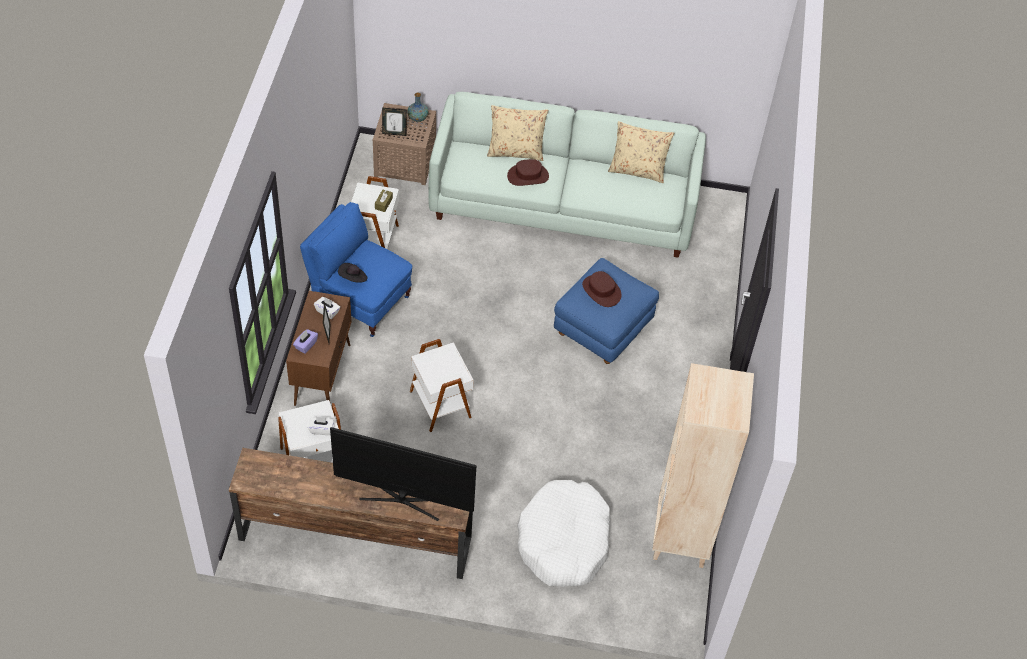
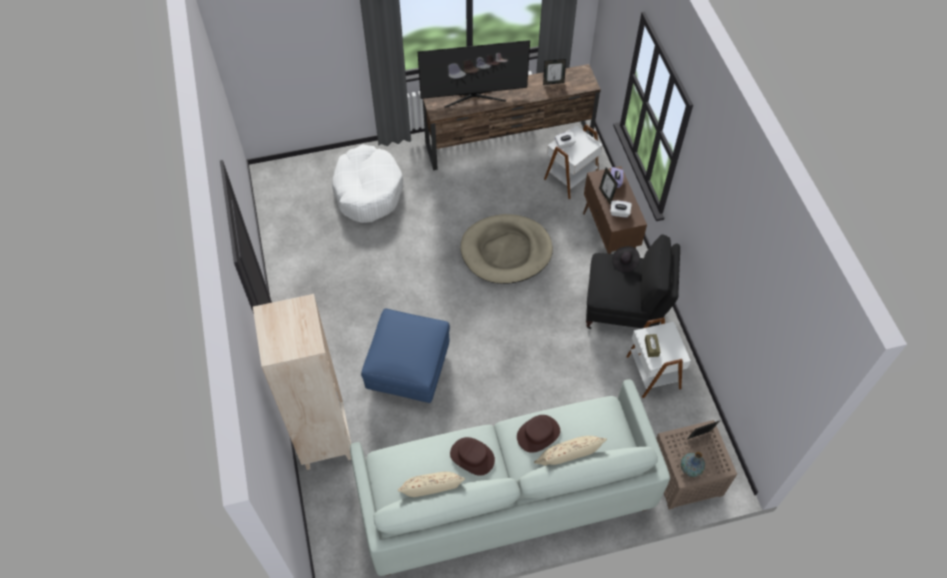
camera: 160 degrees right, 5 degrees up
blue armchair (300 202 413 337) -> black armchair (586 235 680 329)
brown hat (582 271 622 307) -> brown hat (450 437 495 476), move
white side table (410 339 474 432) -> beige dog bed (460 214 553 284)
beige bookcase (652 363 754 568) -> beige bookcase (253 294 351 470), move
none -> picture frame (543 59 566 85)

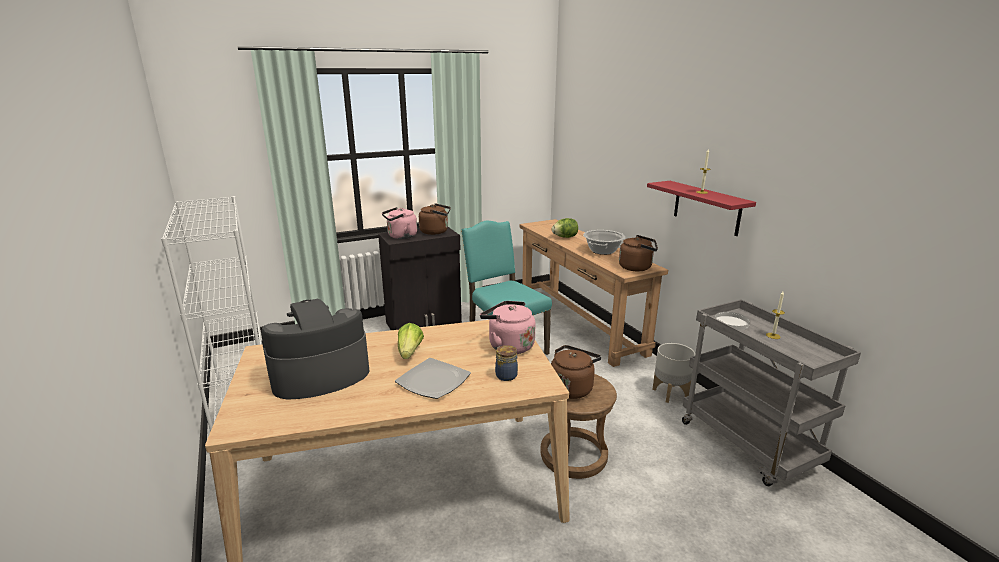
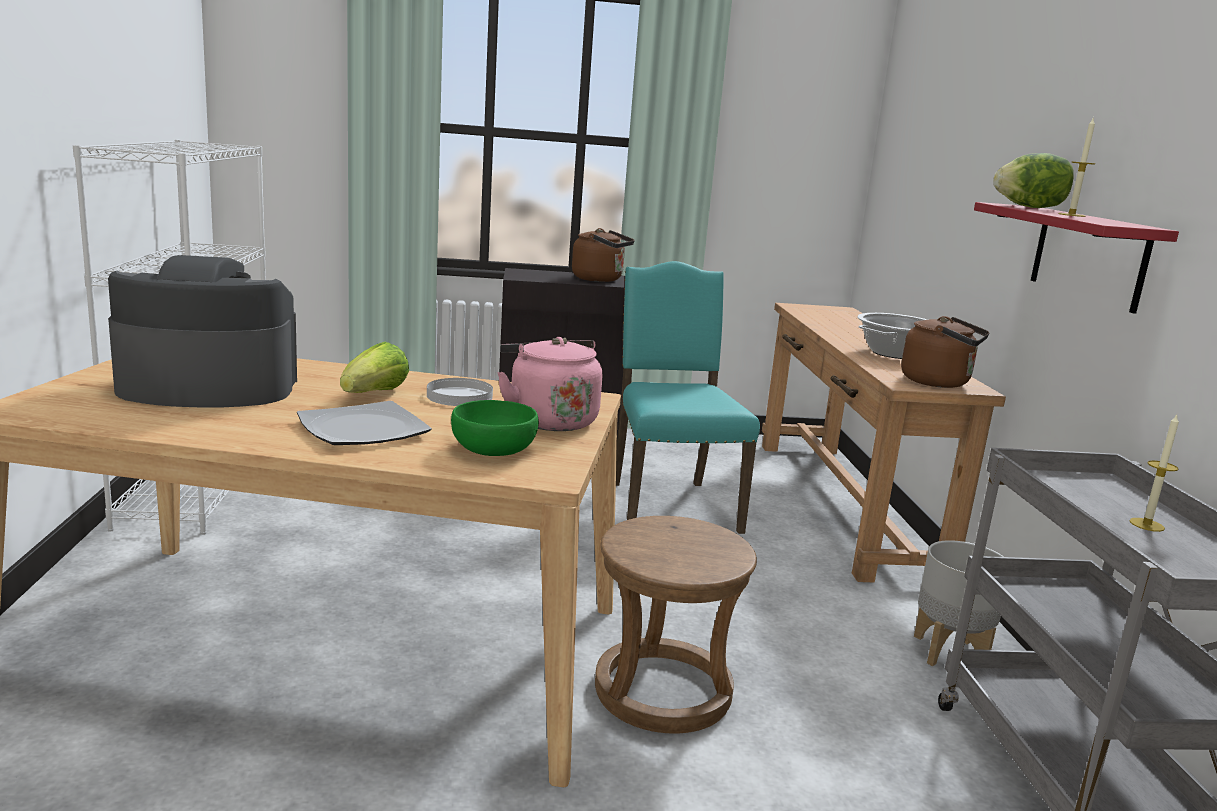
camera: 20 degrees right, 5 degrees down
pink kettle (382 207 417 239) -> none
lettuce (552 218 578 238) -> lettuce (993 153 1074 208), move
white plate (715 312 750 330) -> white plate (427 378 493 406), move
jar (495 345 518 381) -> green bowl (451 400 539 456)
brown kettle (547 345 601 399) -> none

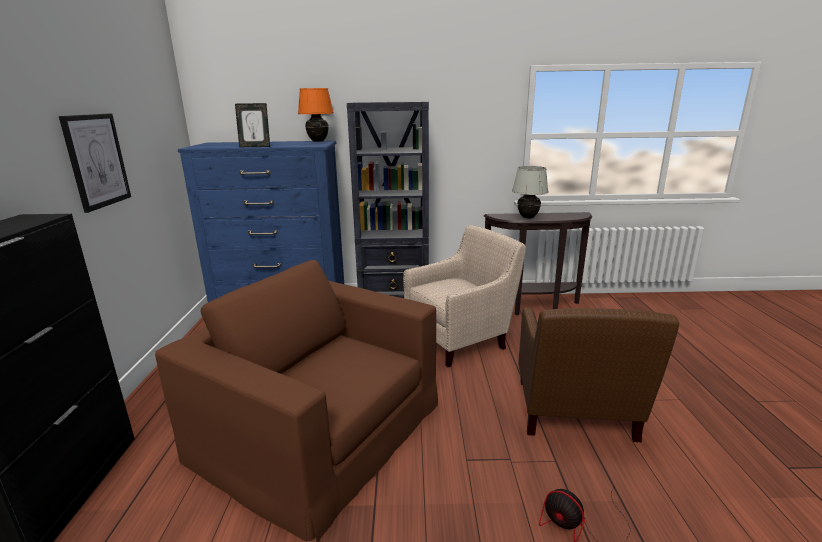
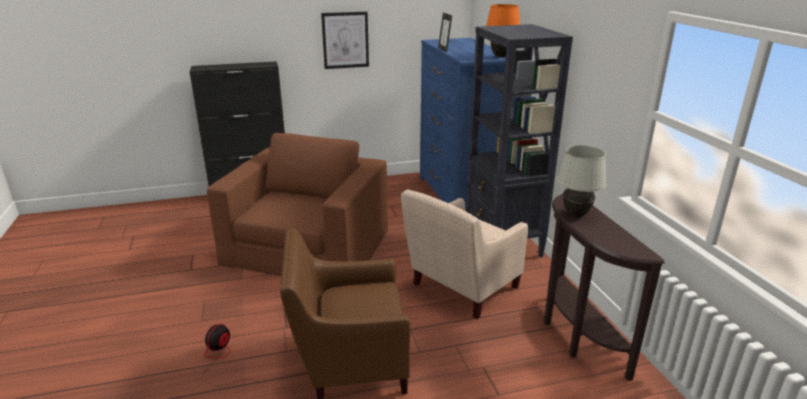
camera: 75 degrees right, 5 degrees up
beige armchair (403 225 526 367) -> beige armchair (401 190 528 319), 90 degrees clockwise

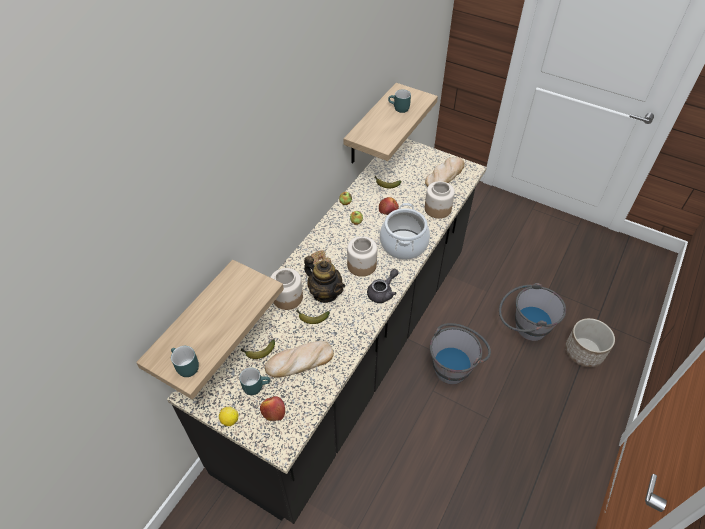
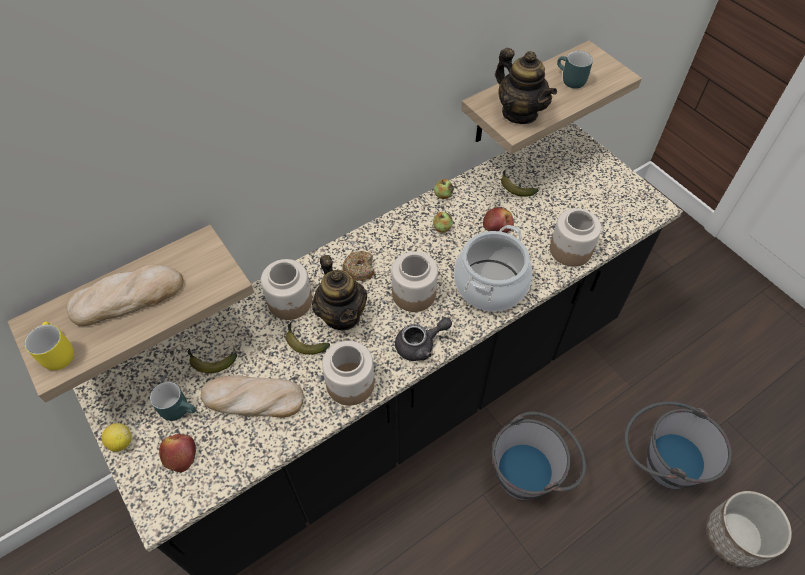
camera: 25 degrees right, 5 degrees up
bread (425 157 465 187) -> bread (66 264 184 326), move
turquoise mug (171 346 199 377) -> yellow mug (24 322 74 370)
none -> teapot (495 48 557 124)
none -> jar (322 341 375 406)

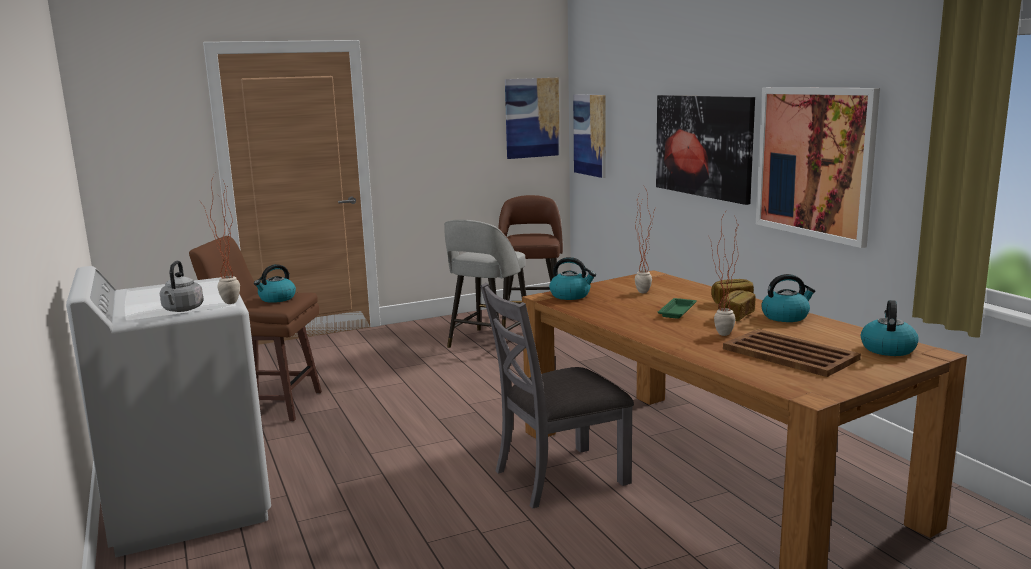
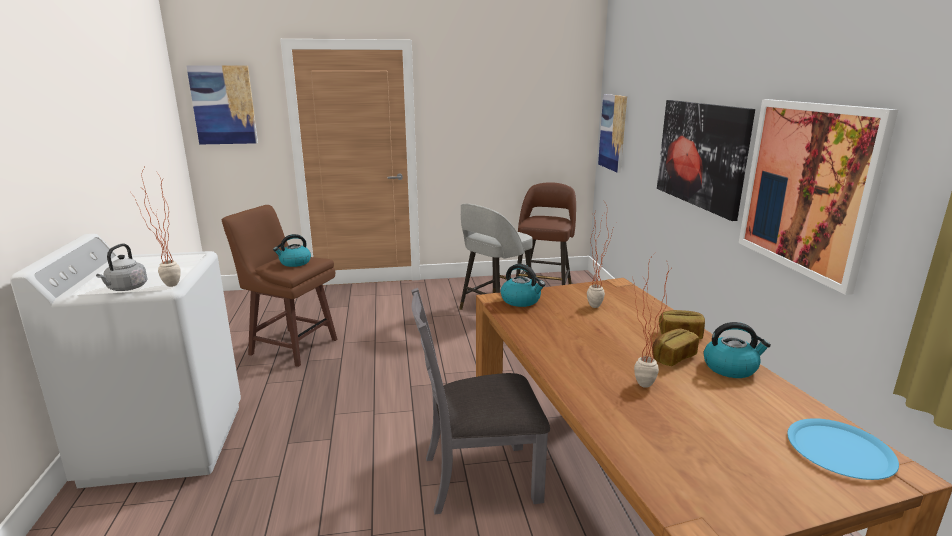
camera: 15 degrees right, 5 degrees up
picture (505 78 560 159) -> picture (186 65 258 145), move
green tray (658 298 697 319) -> none
kettle (861 300 919 356) -> blue plate (787 418 899 480)
brown tray (723 329 861 377) -> none

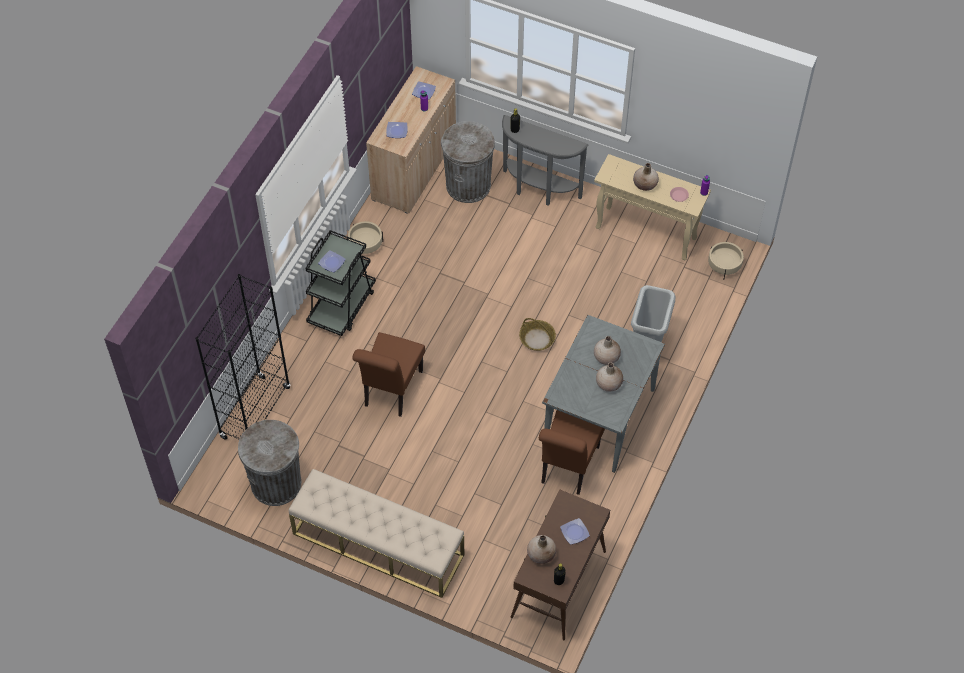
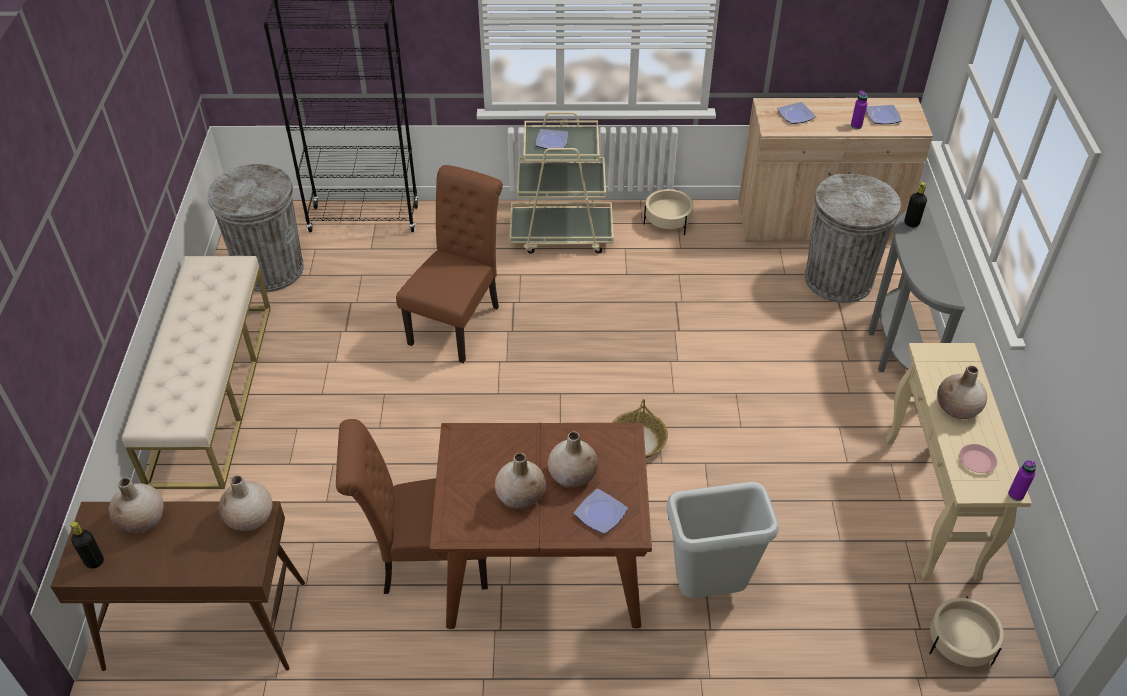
camera: 65 degrees right, 10 degrees down
black cart (305 230 376 336) -> beige cart (509 112 614 254)
grey dining table (542 315 665 473) -> brown dining table (429 423 652 629)
brown chair (352 332 425 417) -> brown chair (396 165 503 363), 120 degrees clockwise
plate (560 518 590 545) -> plate (574 489 628 534), move
none -> beige vase (219 475 272 531)

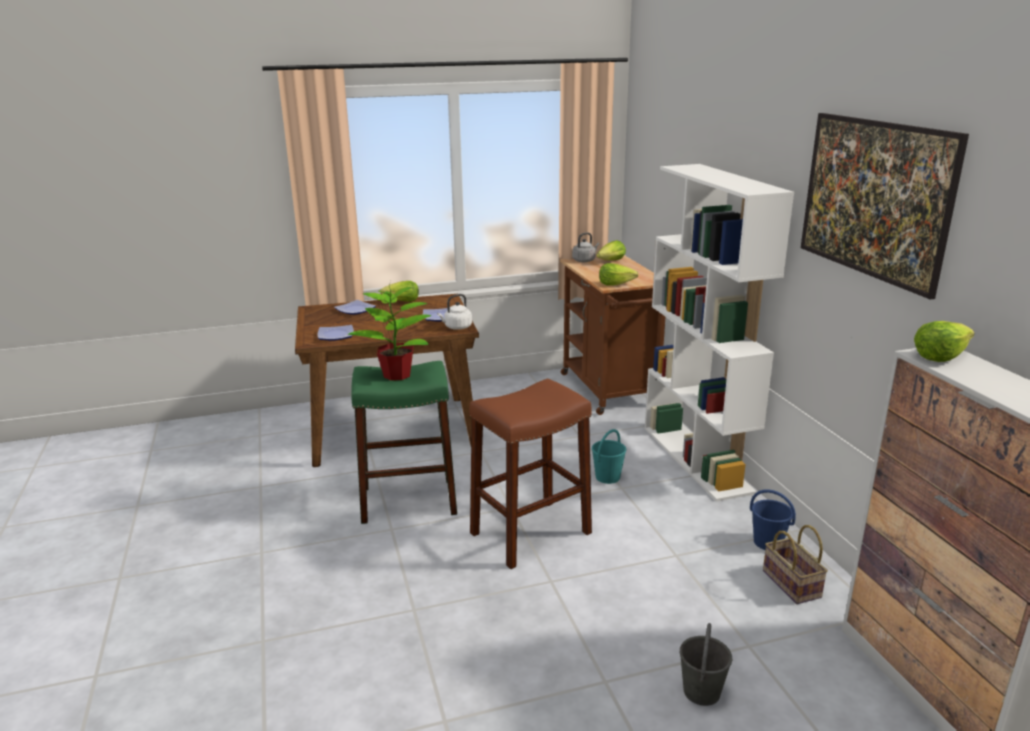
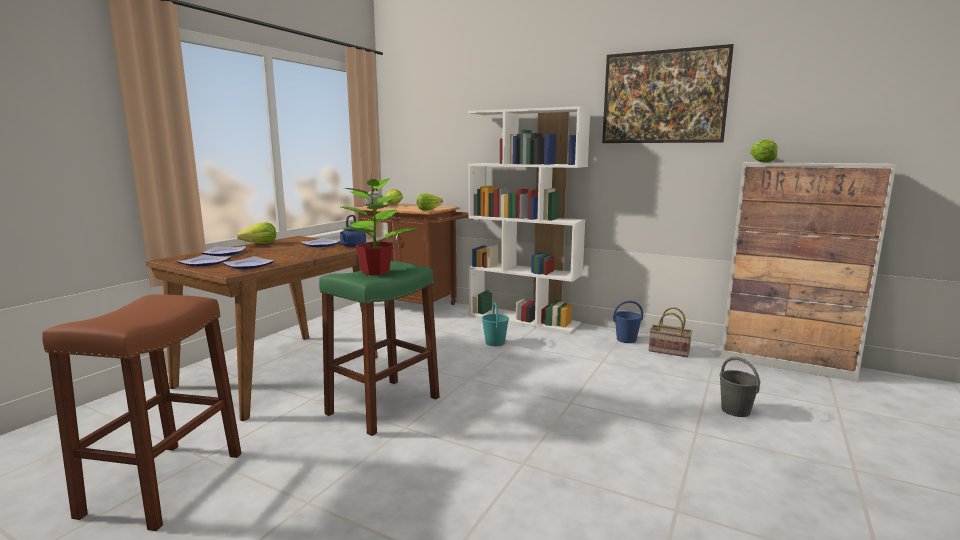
camera: 45 degrees left, 10 degrees down
white kettle (437 294 472 330) -> blue kettle (340 214 366 247)
brown stool (469 379 592 569) -> brown stool (42 295 242 531), move
none -> plate (177 255 231 266)

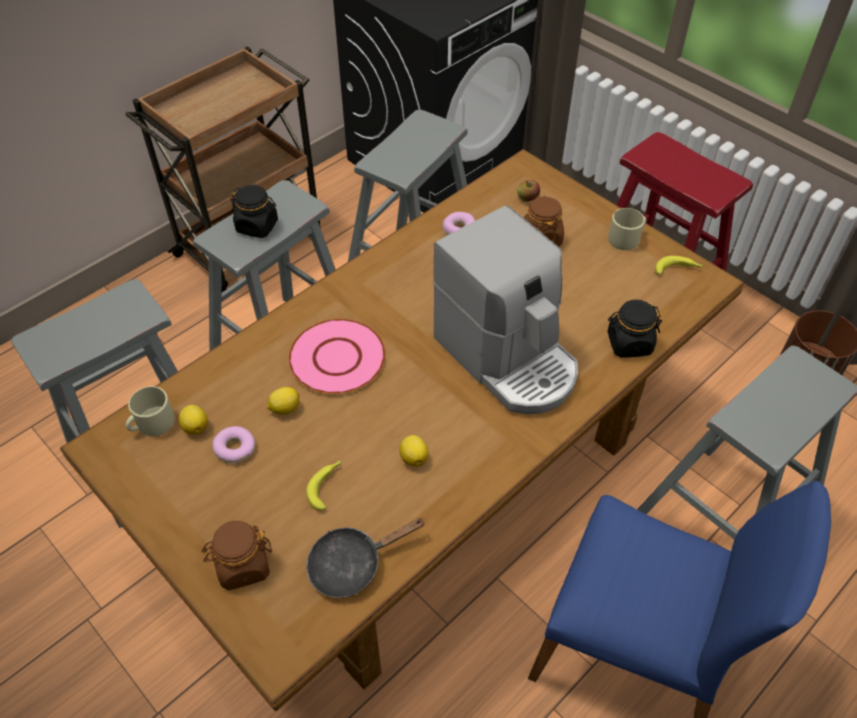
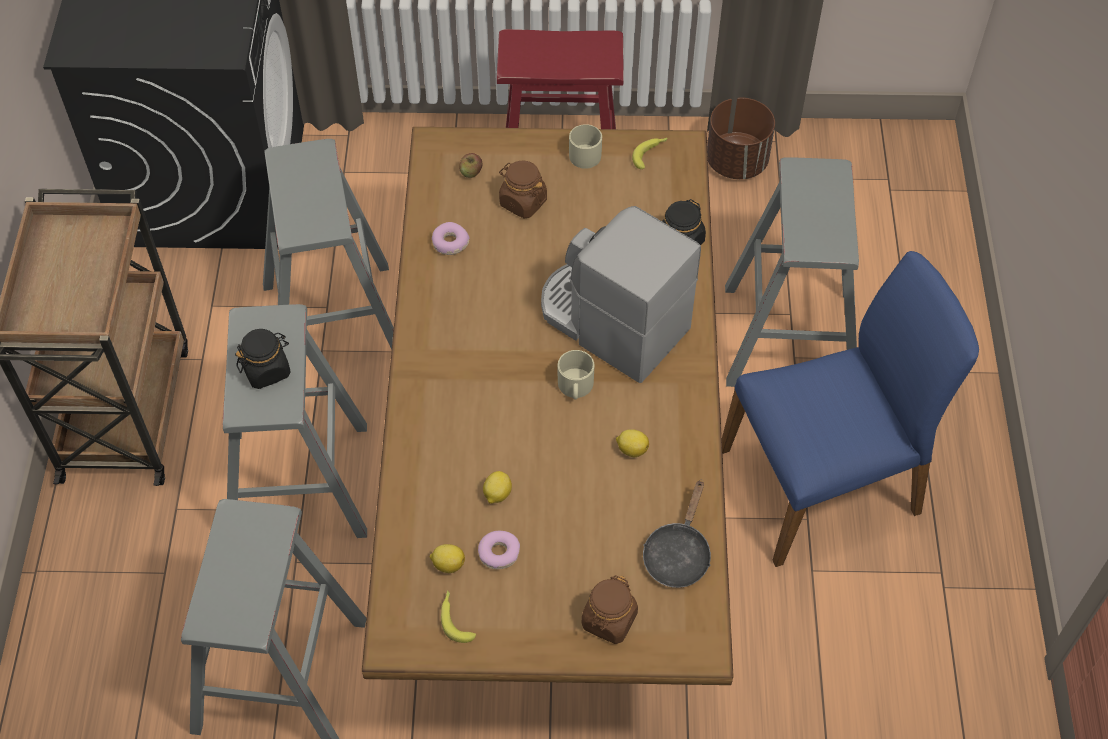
camera: 45 degrees left, 5 degrees up
coffee machine (433 205 578 414) -> coffee machine (541 206 701 383), 150 degrees counterclockwise
pink plate (288 319 386 394) -> none
beige mug (125 386 175 436) -> beige mug (558 350 594 400), move
banana (306 460 341 511) -> banana (441 591 476 643), move

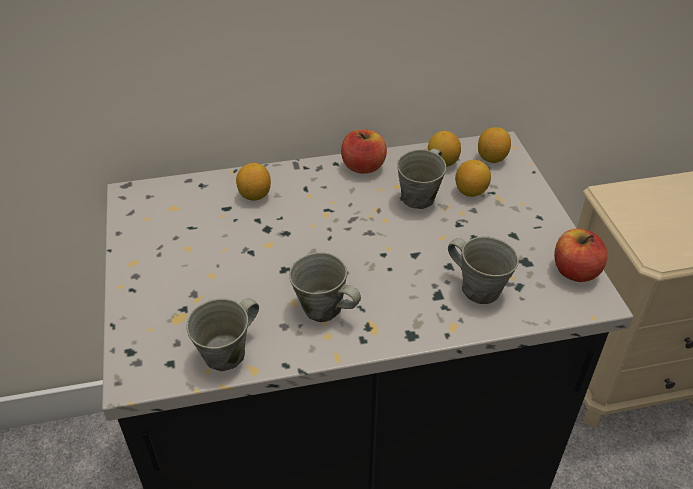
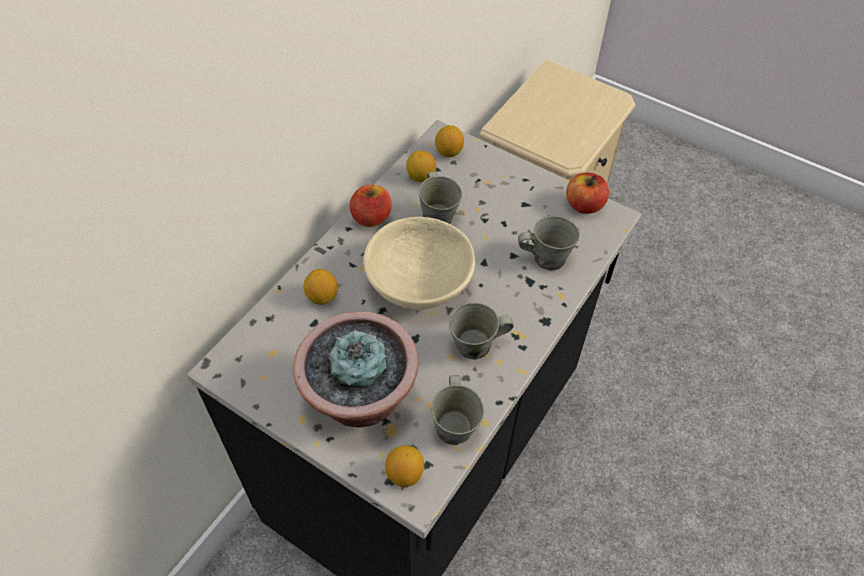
camera: 45 degrees left, 10 degrees up
lemon (455 160 491 197) -> lemon (385 445 424 487), move
none -> beige bowl (363 217 475 310)
none -> potted plant (293 311 419 427)

